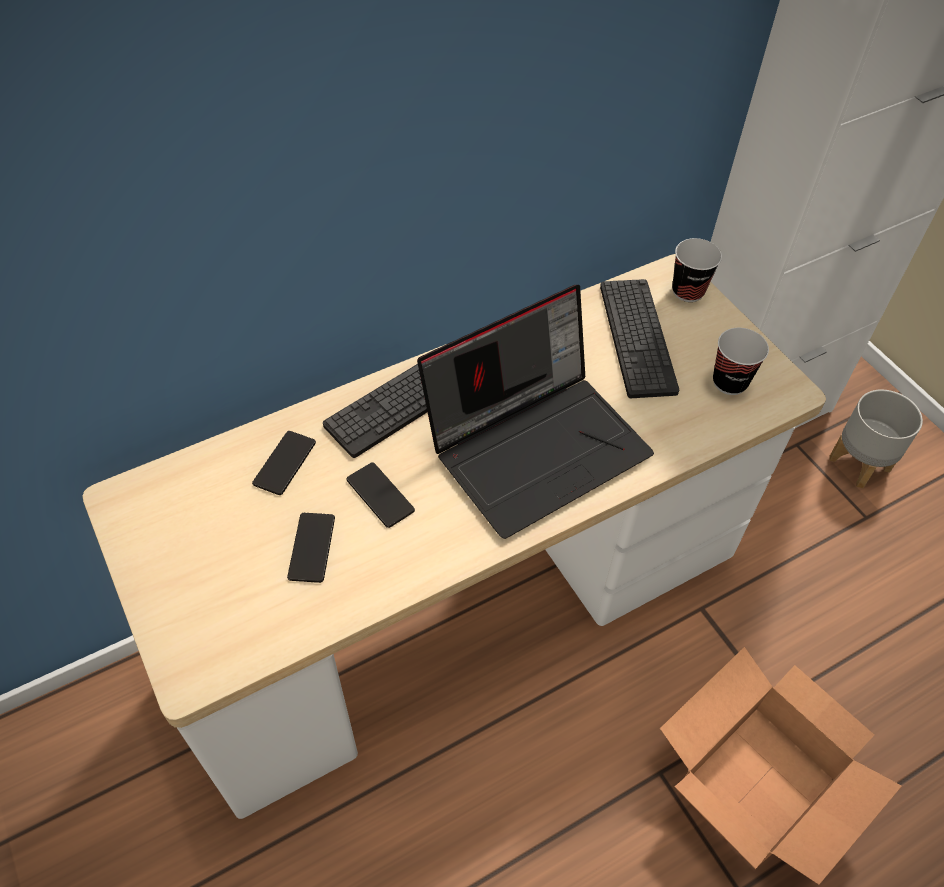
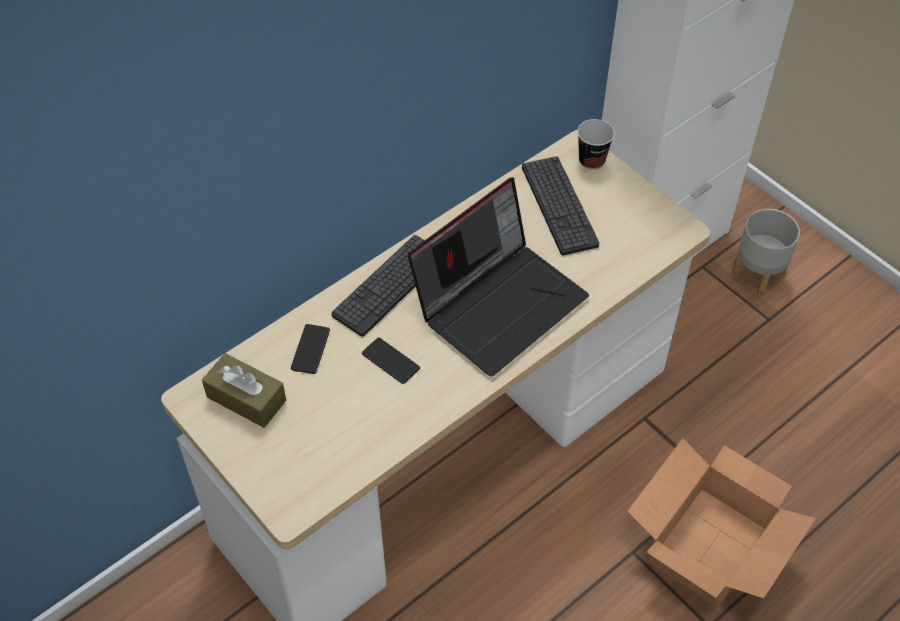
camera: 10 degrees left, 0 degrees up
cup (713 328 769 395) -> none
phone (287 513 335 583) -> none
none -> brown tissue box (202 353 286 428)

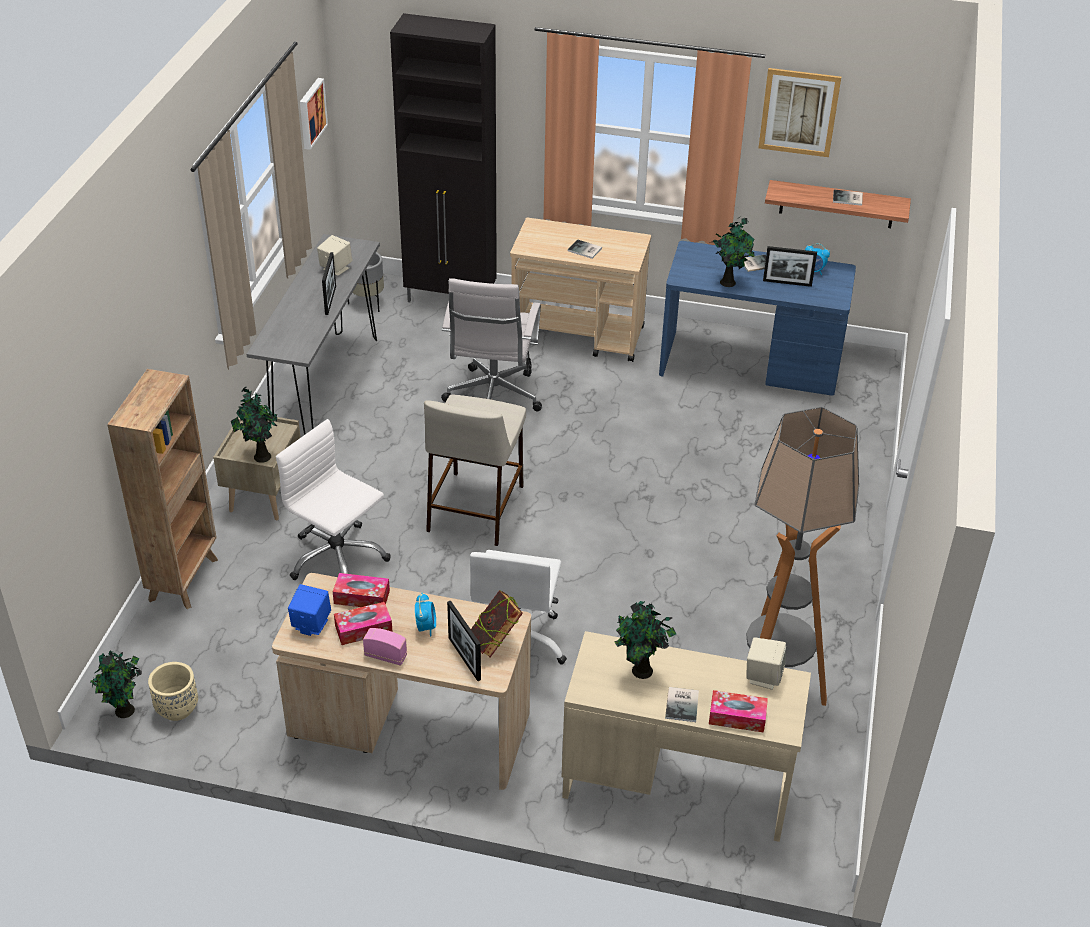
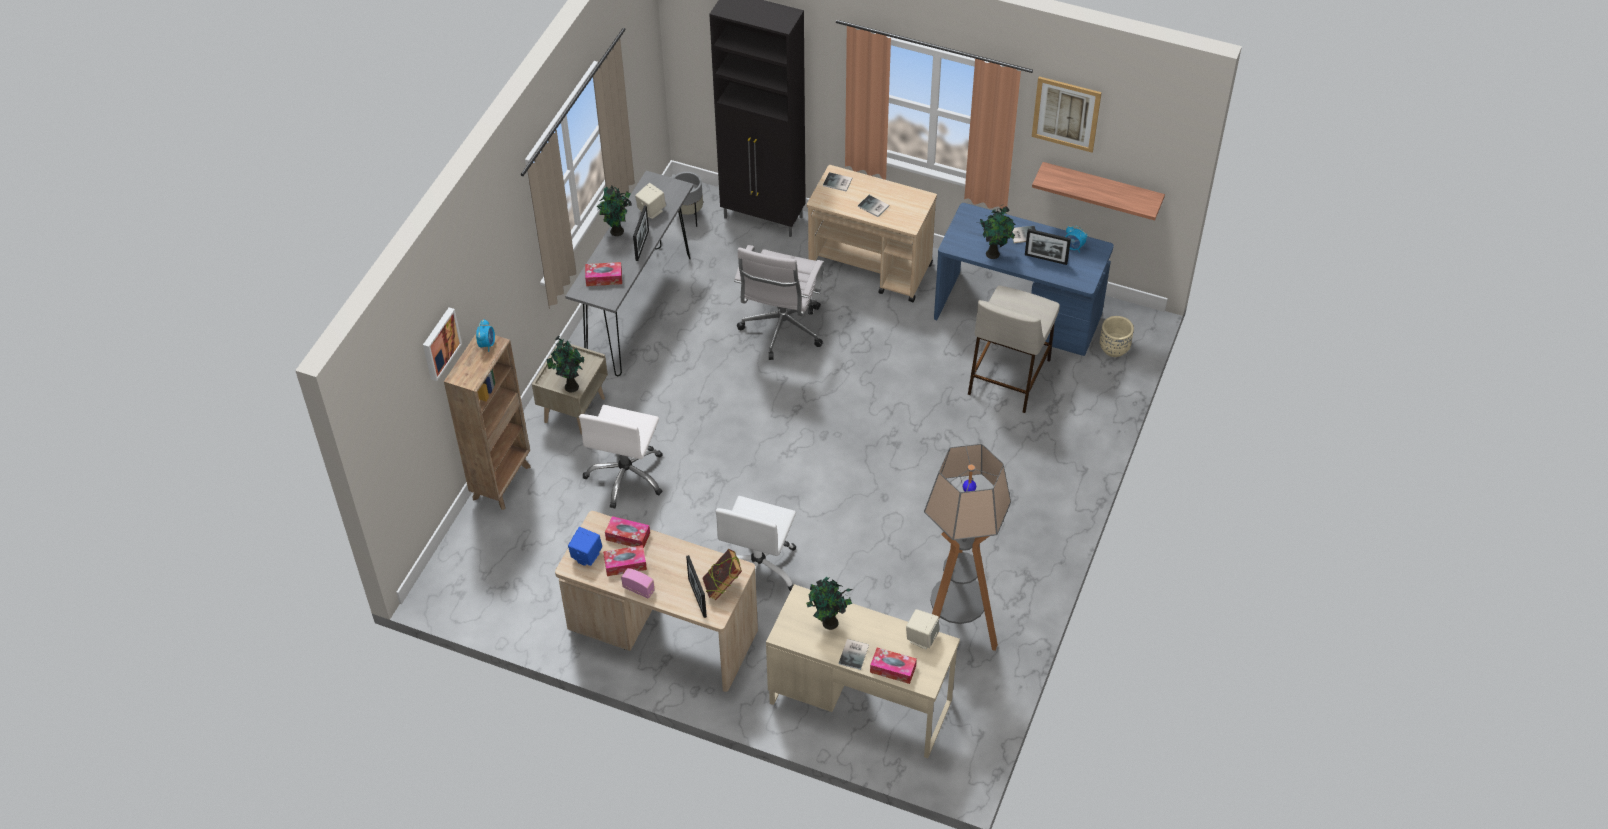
camera: 10 degrees right, 10 degrees up
picture (300 78 328 150) -> picture (423 307 462 381), move
book (833 190 863 206) -> book (823 172 852 192), move
beige stool (424 395 526 546) -> beige stool (968 285 1060 413), move
white office chair (276 419 391 580) -> white office chair (579 405 663 509), 120 degrees counterclockwise
alarm clock (415 593 436 637) -> alarm clock (476 319 495 352), move
potted plant (90 650 142 718) -> potted plant (597 186 632 236), move
beige planter (148 662 198 721) -> beige planter (1100 316 1134 357), move
none -> tissue box (585 262 622 286)

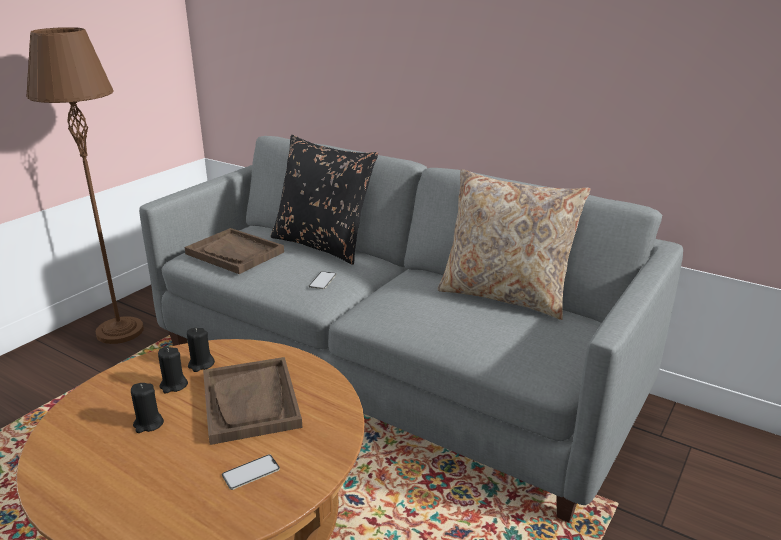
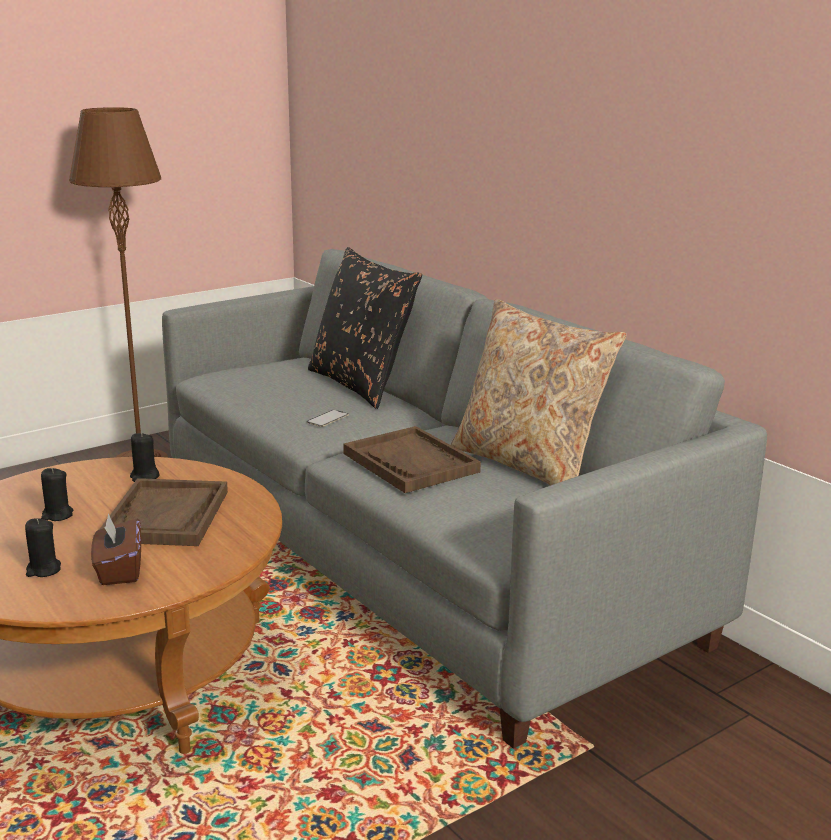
camera: 20 degrees right, 5 degrees down
brown tray (185 228 284 274) -> brown tray (343 426 481 493), move
black candle (158 347 188 393) -> black candle (25 519 61 577), move
phone (222 454 280 490) -> brown tissue box (91 514 141 585)

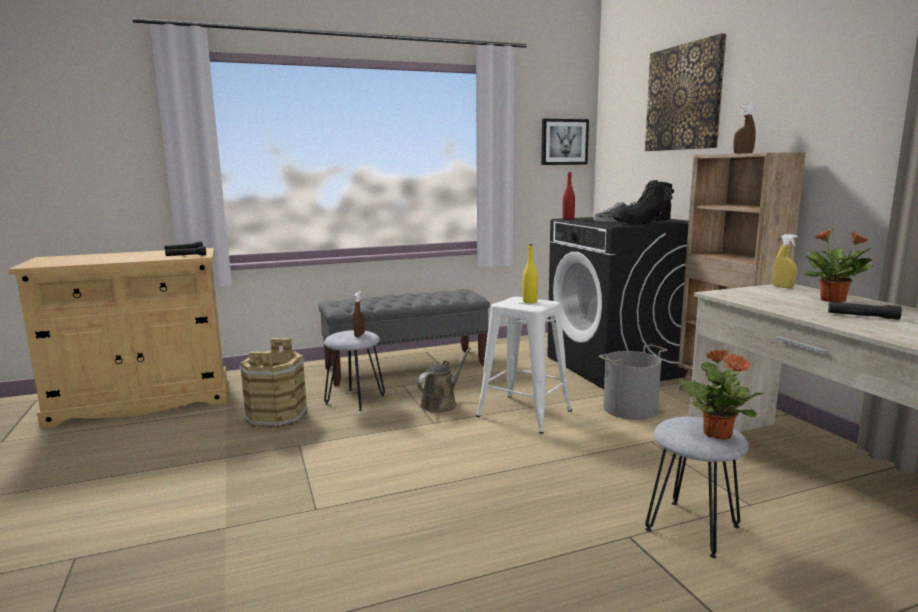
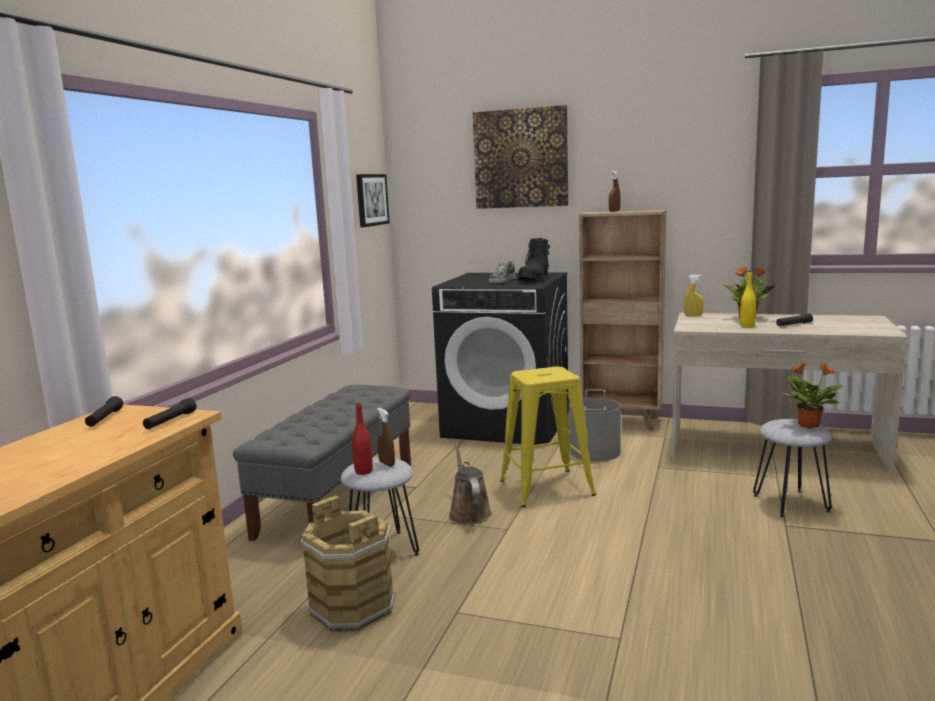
camera: 50 degrees left, 0 degrees up
red bottle (562 172 575 220) -> red bottle (352 403 373 475), move
yellow bottle (522 244 538 303) -> yellow bottle (740 271 756 328), move
white stool (476 297 572 434) -> yellow stool (500 366 596 507)

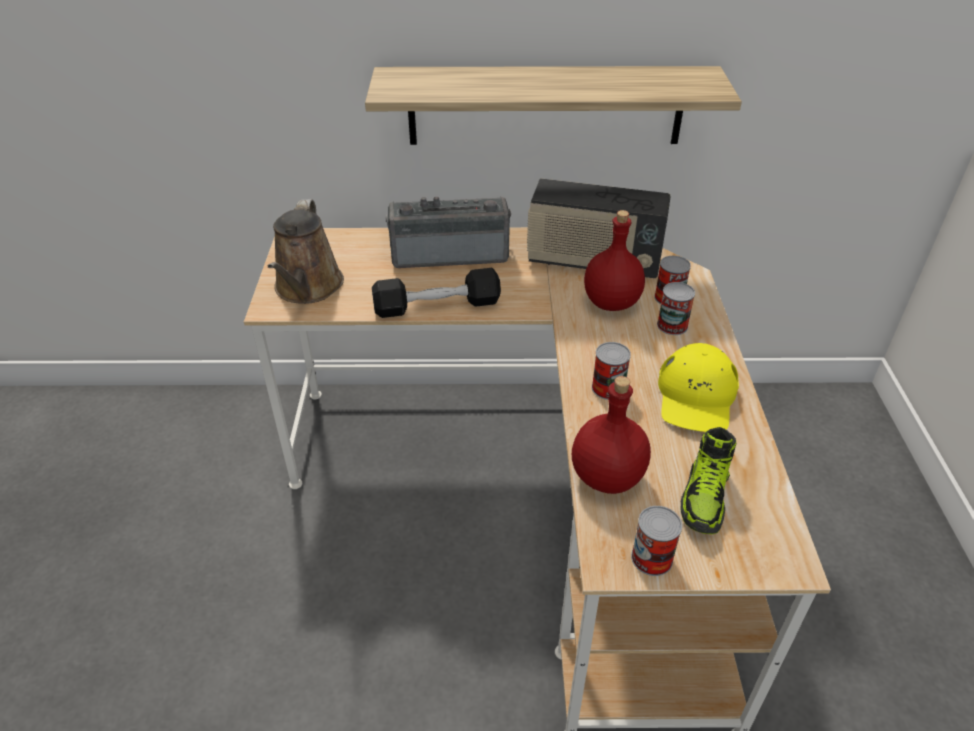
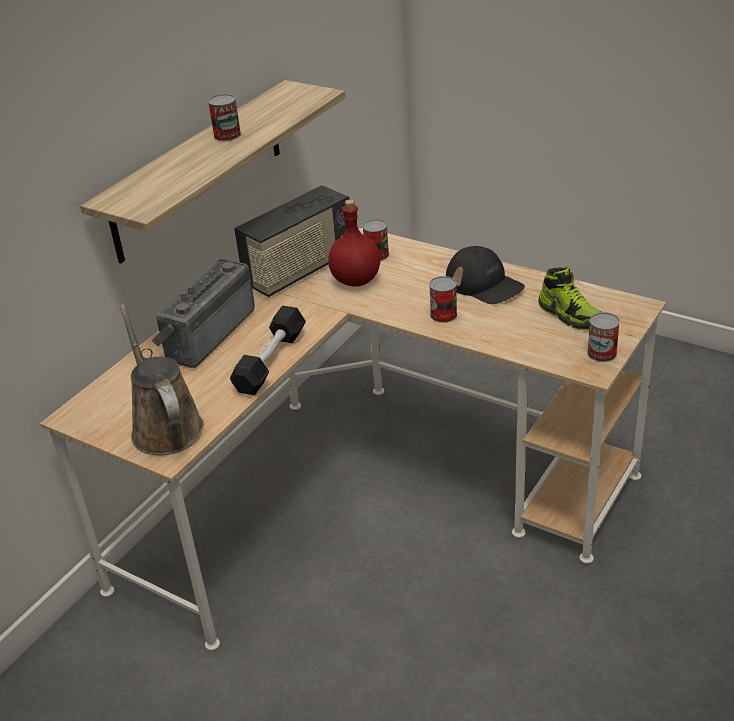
camera: 55 degrees left, 5 degrees down
brown watering can (268 199 344 304) -> brown watering can (120 304 204 455), 150 degrees counterclockwise
can (657 282 695 335) -> can (208 94 241 141), move
yellow cap (658 343 739 432) -> black cap (446 246 525 304)
red bottle (572 376 651 494) -> none

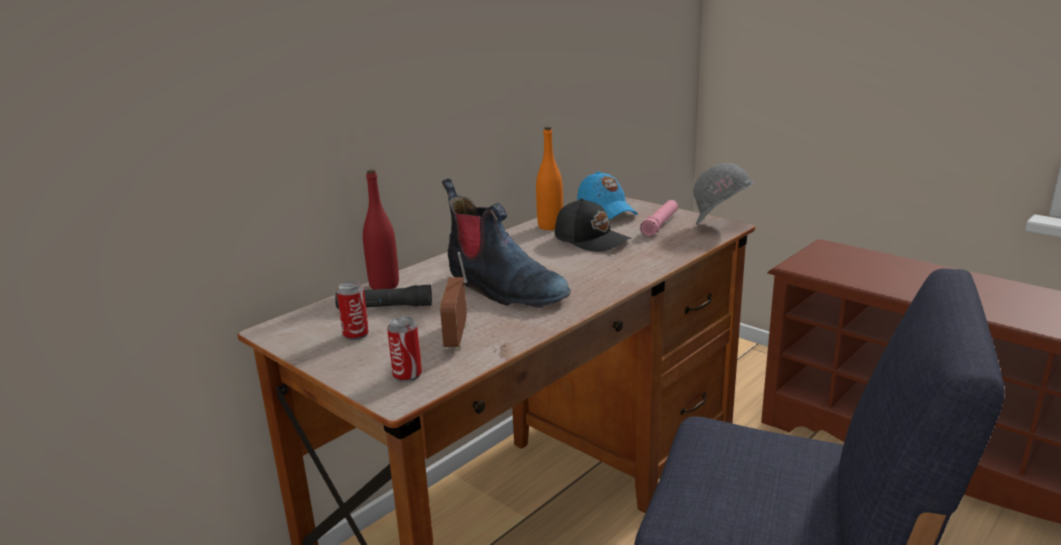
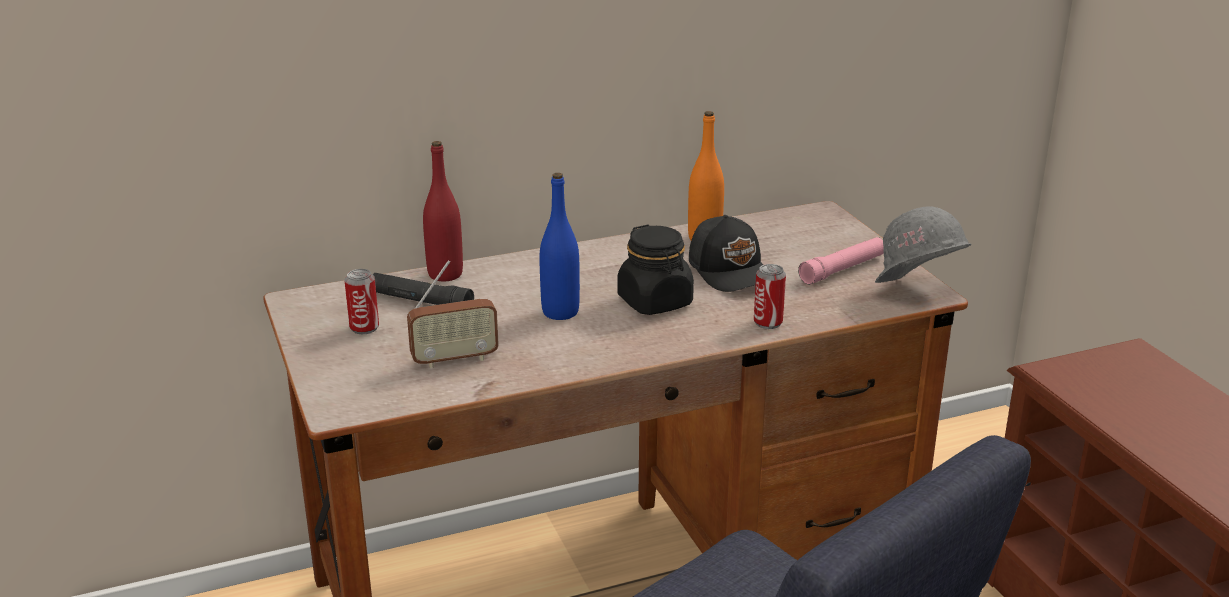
camera: 25 degrees right, 5 degrees up
blue cap (577 171 638 220) -> none
boot (442 179 571 308) -> blue bottle (540 173 580 320)
radio (440 252 467 349) -> radio (407 260 499 369), 135 degrees counterclockwise
can (387 316 422 382) -> can (754 264 786 329), move
none -> black jar (617 225 694 315)

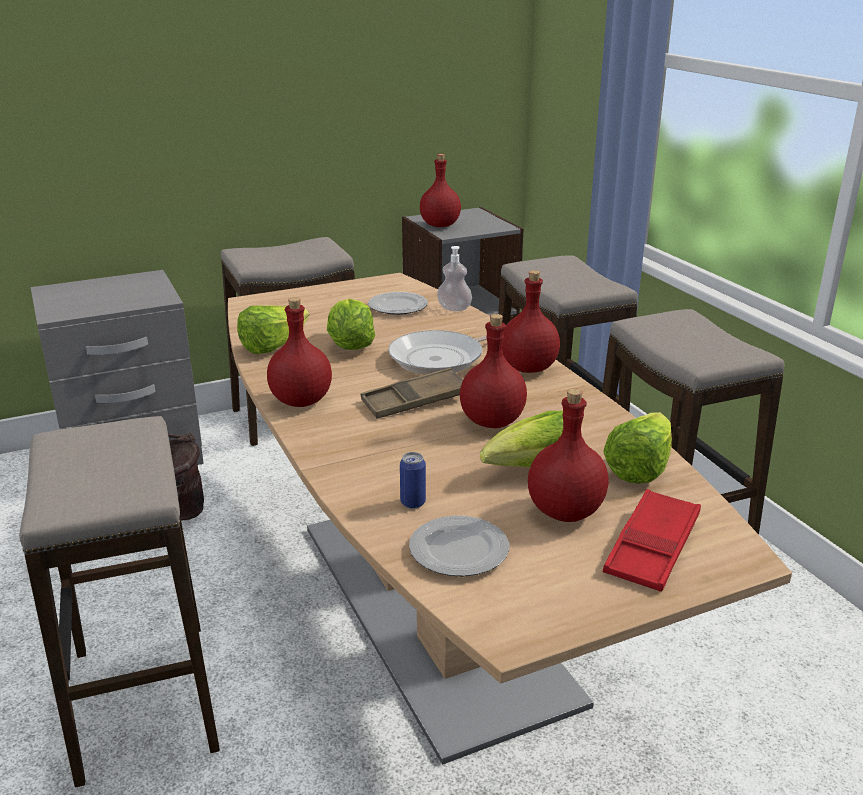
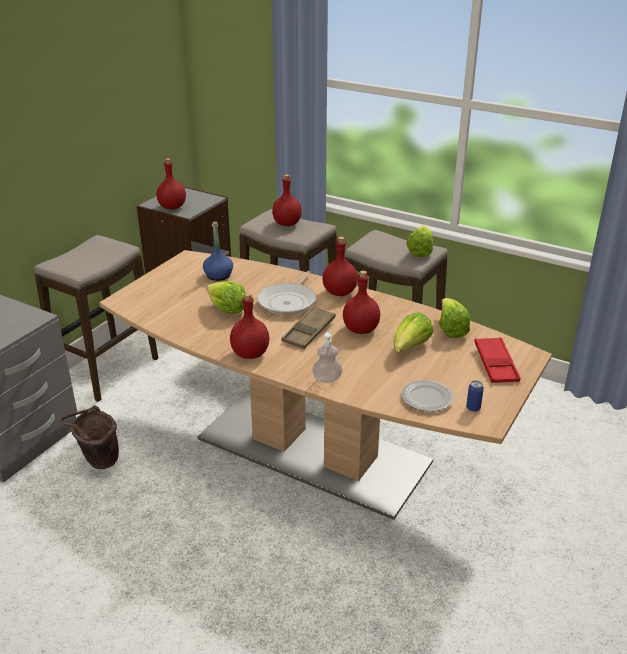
camera: 35 degrees left, 5 degrees up
soap dispenser (437 246 472 311) -> soap dispenser (312 332 342 383), move
plate (368 292 428 315) -> blue bottle (203 221 233 281)
lettuce (237 305 309 354) -> lettuce (406 226 433 257), move
red bottle (528 388 609 522) -> red bottle (272 174 302 226), move
stool (19 416 220 787) -> none
can (400 452 426 509) -> can (466 380 484 412), move

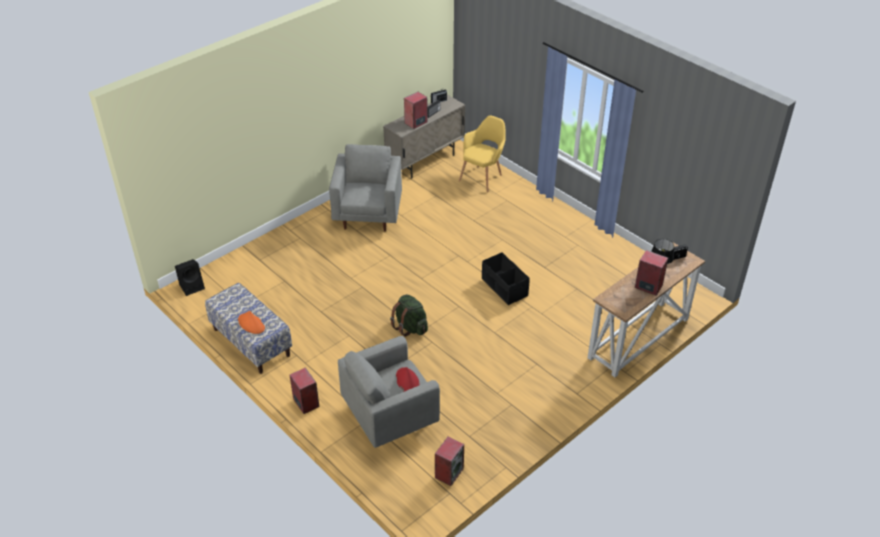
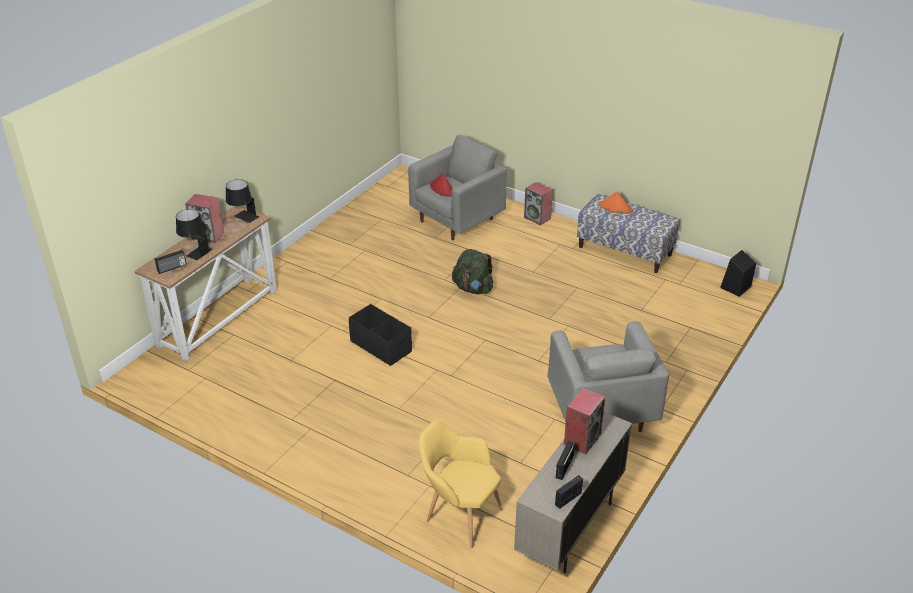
camera: 165 degrees right, 5 degrees down
yellow armchair (459 116 506 193) -> yellow armchair (418 420 503 548), 105 degrees clockwise
speaker (435 437 464 486) -> none
none -> black table lamp (226 179 259 223)

